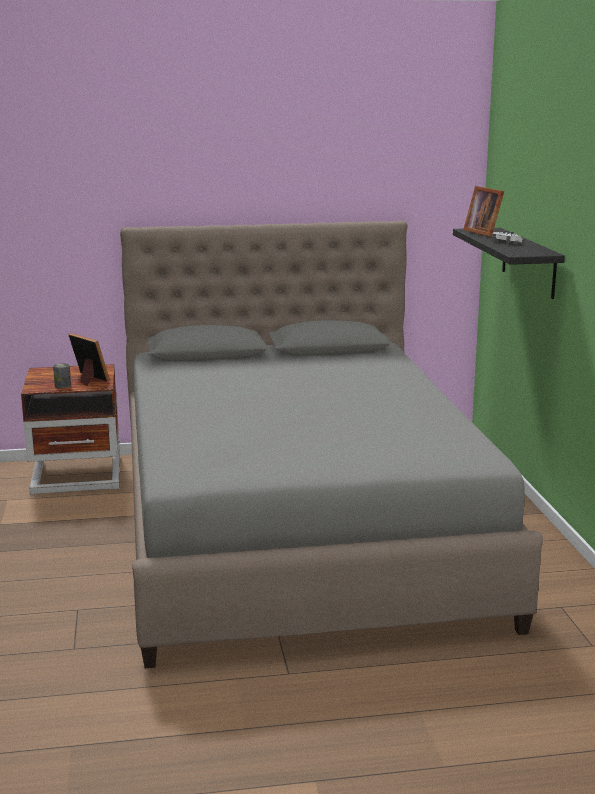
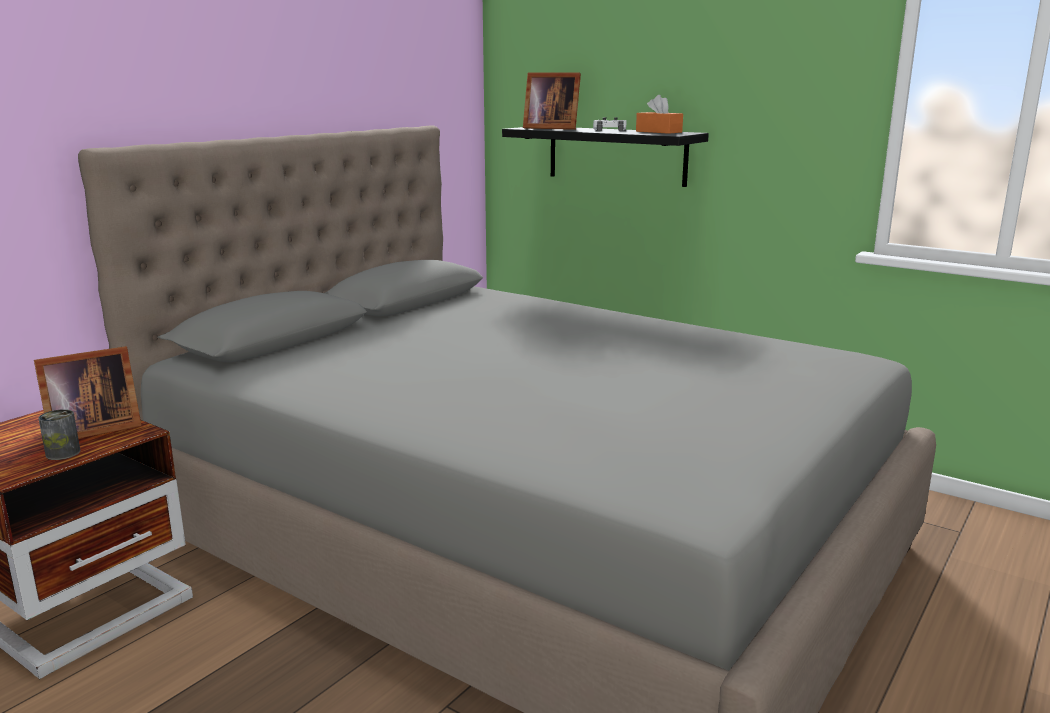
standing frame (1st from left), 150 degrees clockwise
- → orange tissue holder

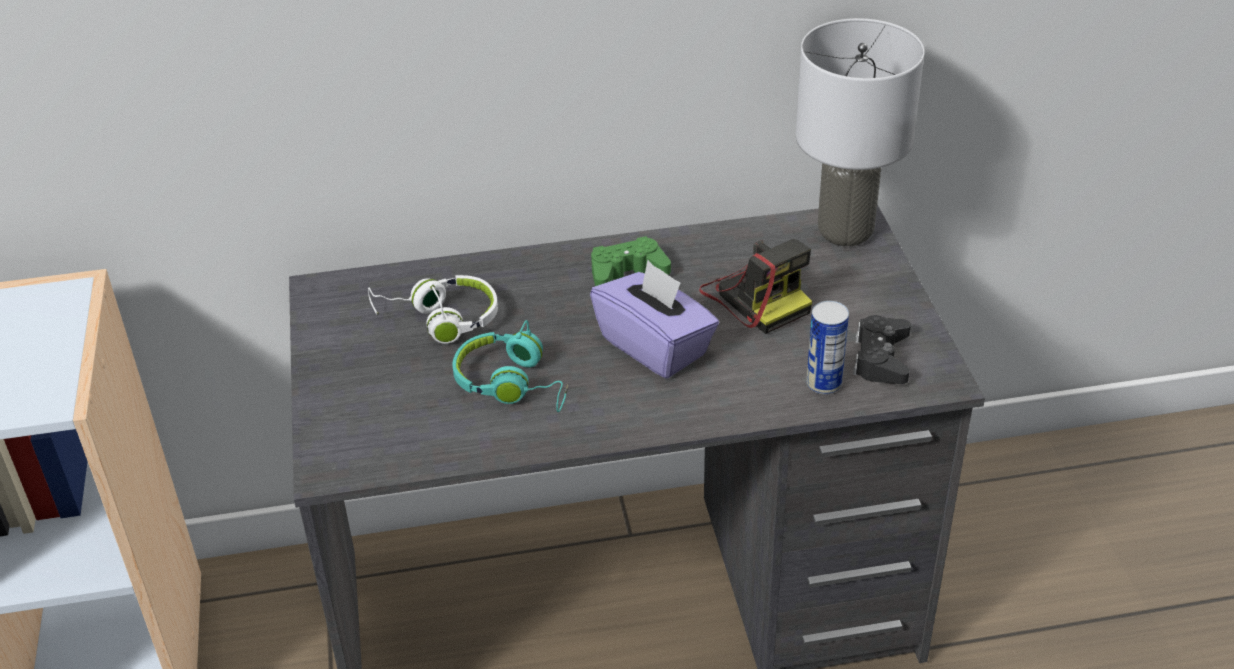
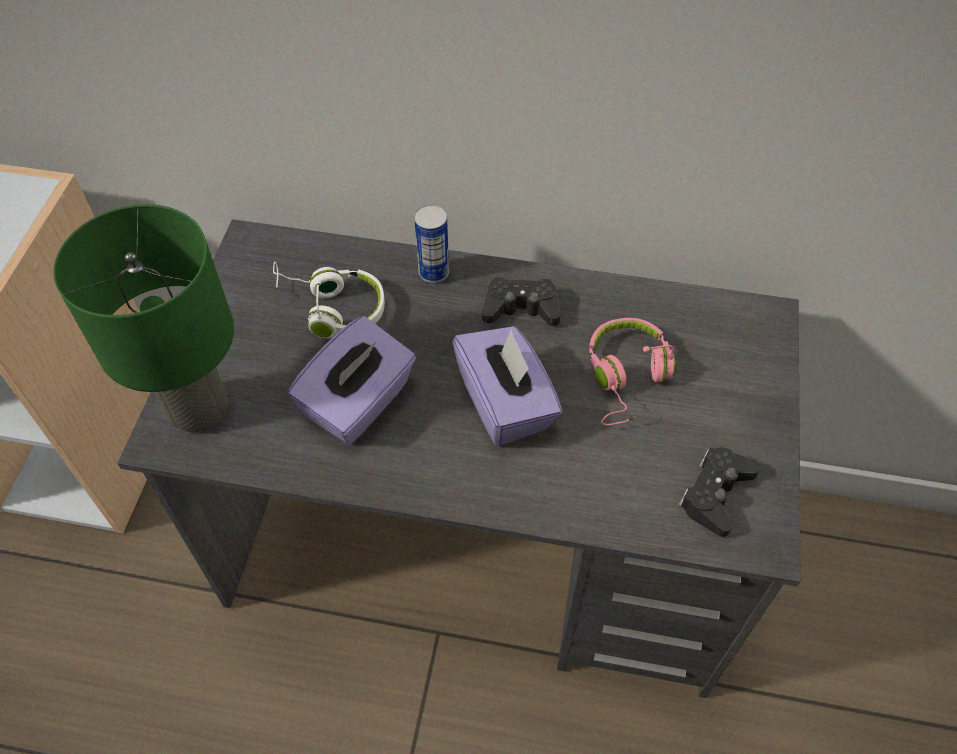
turquoise headphones → purplish tissue holder (1st from left)
green joypad → black-coloured joypad (1st from left)
photo camera → pink headphones
whitish tabletop lamp → -
sealed can, moved
- → green tabletop lamp

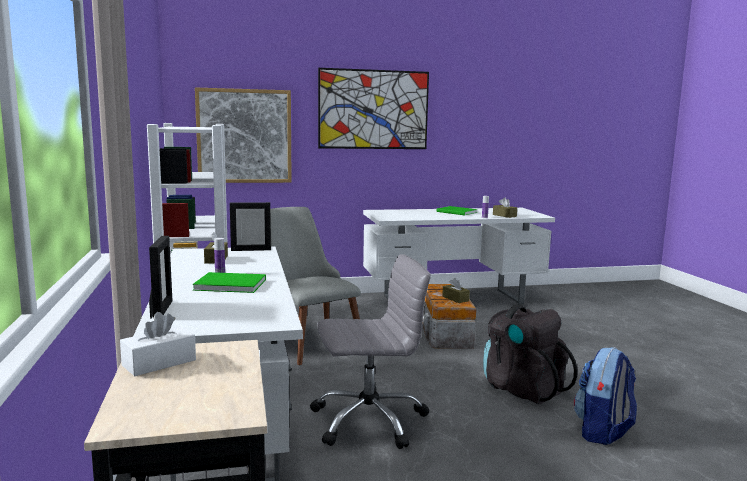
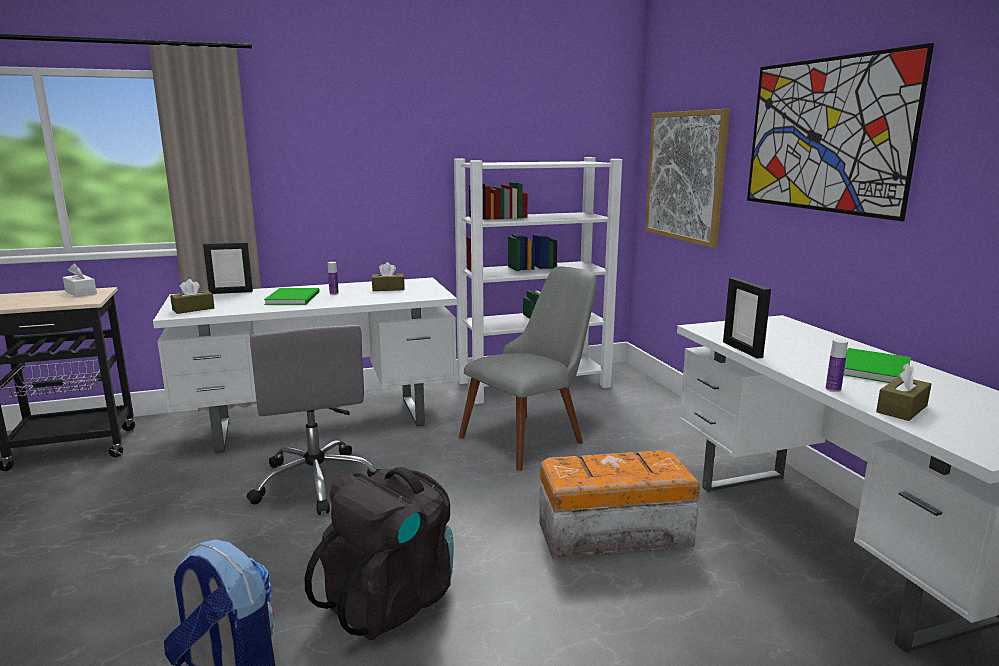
standing frame (2nd from left), moved
brown tissue holder (2nd from left in the first image) → brown tissue holder (1st from left), moved

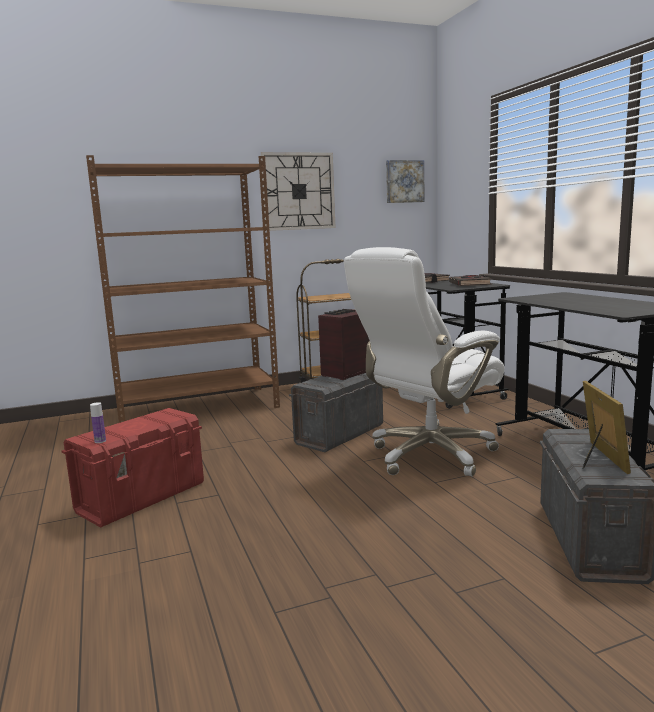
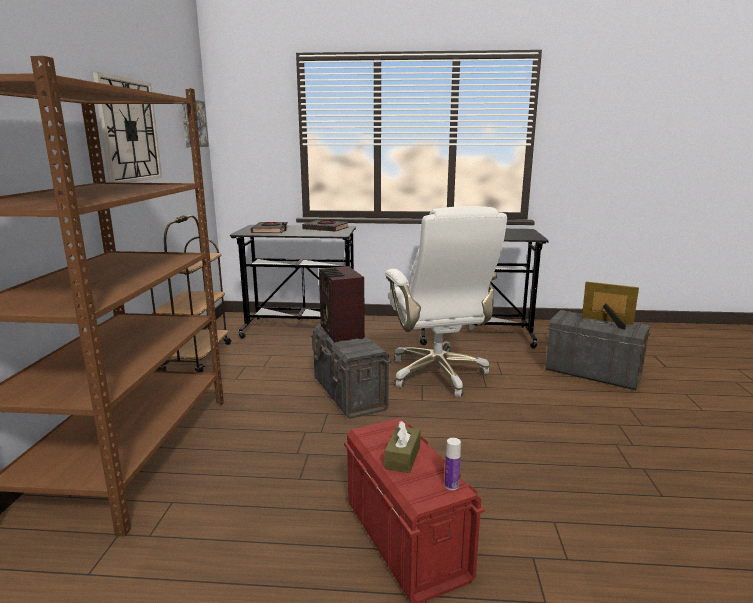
- → brown tissue holder

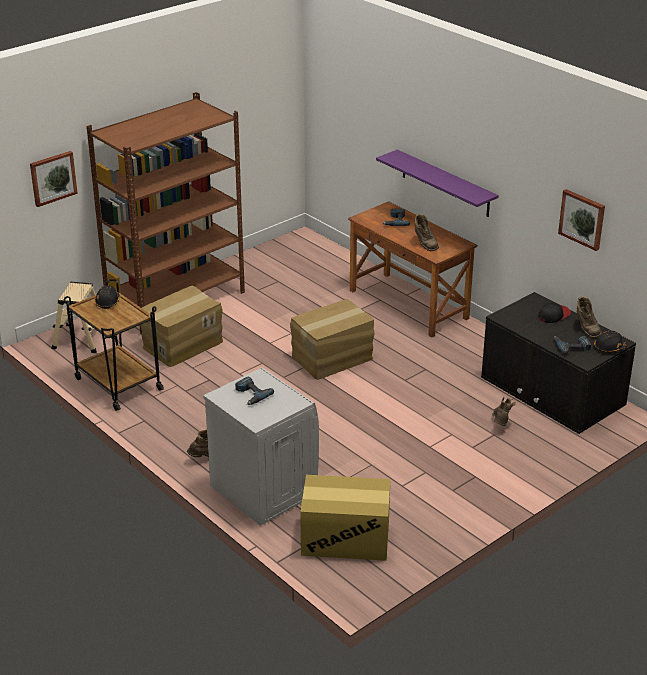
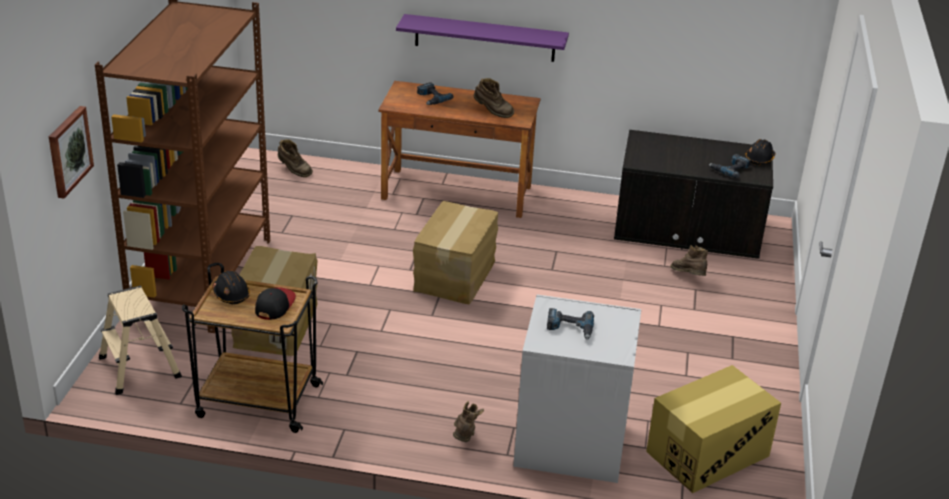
peaked cap, moved
picture (2nd from left) → -
brown high-top boot (4th from left in the first image) → brown high-top boot (1st from left), moved

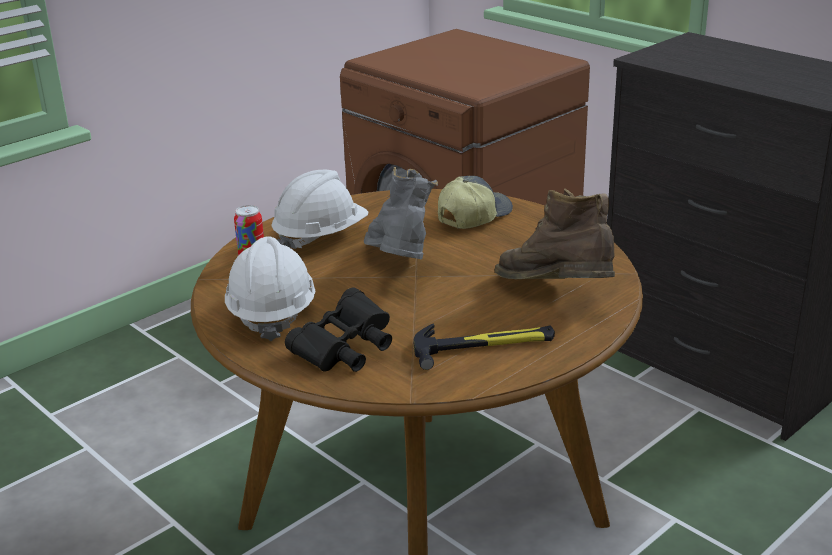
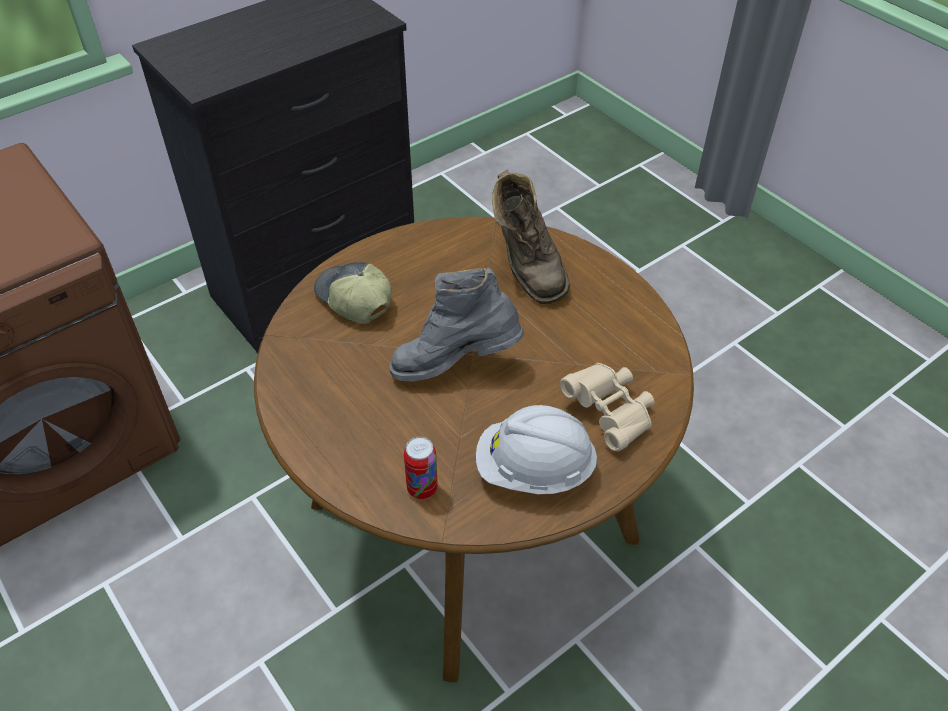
whitish hard hat (2nd from left) → -
black-coloured field glasses → sand-coloured field glasses
tool hammer → -
brown high-top boot, 75 degrees counterclockwise

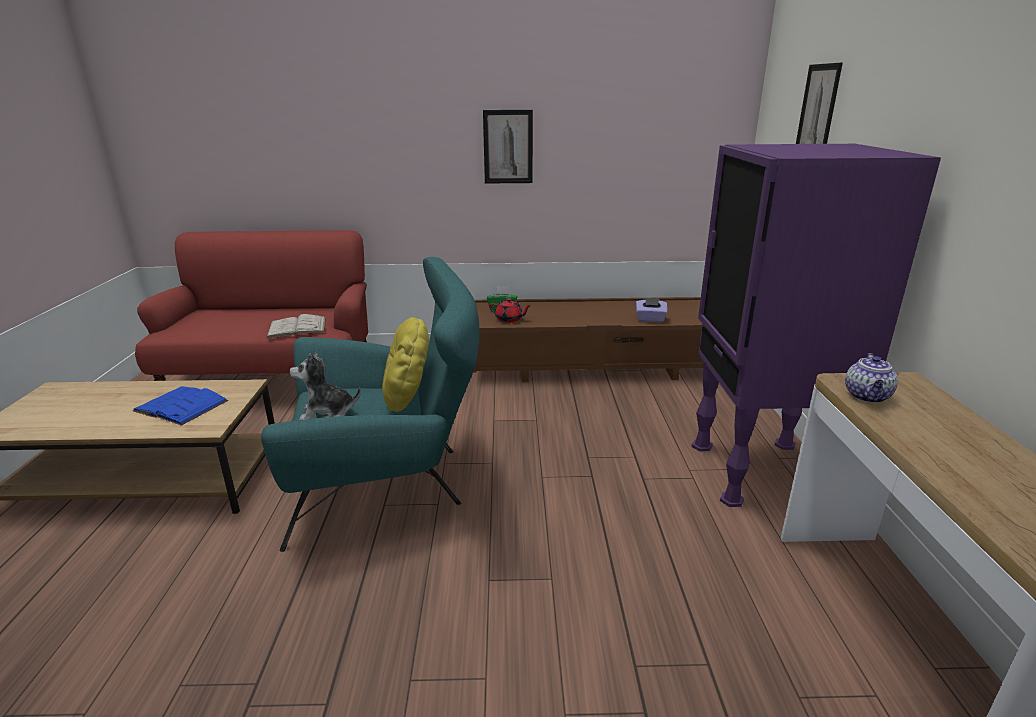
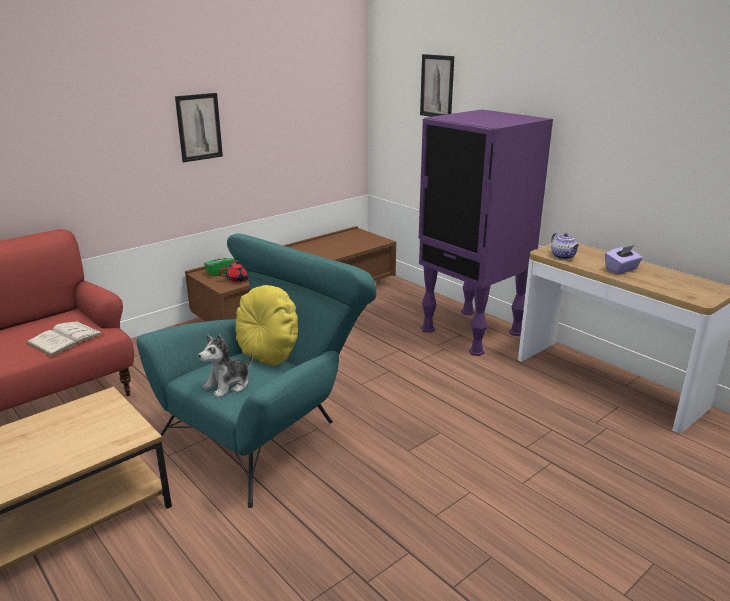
bluish volume → -
purplish tissue holder, moved

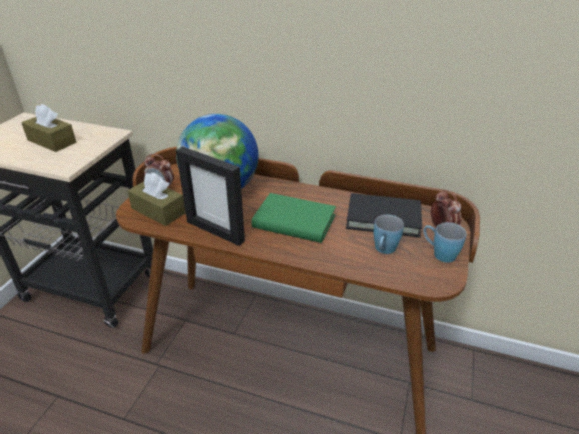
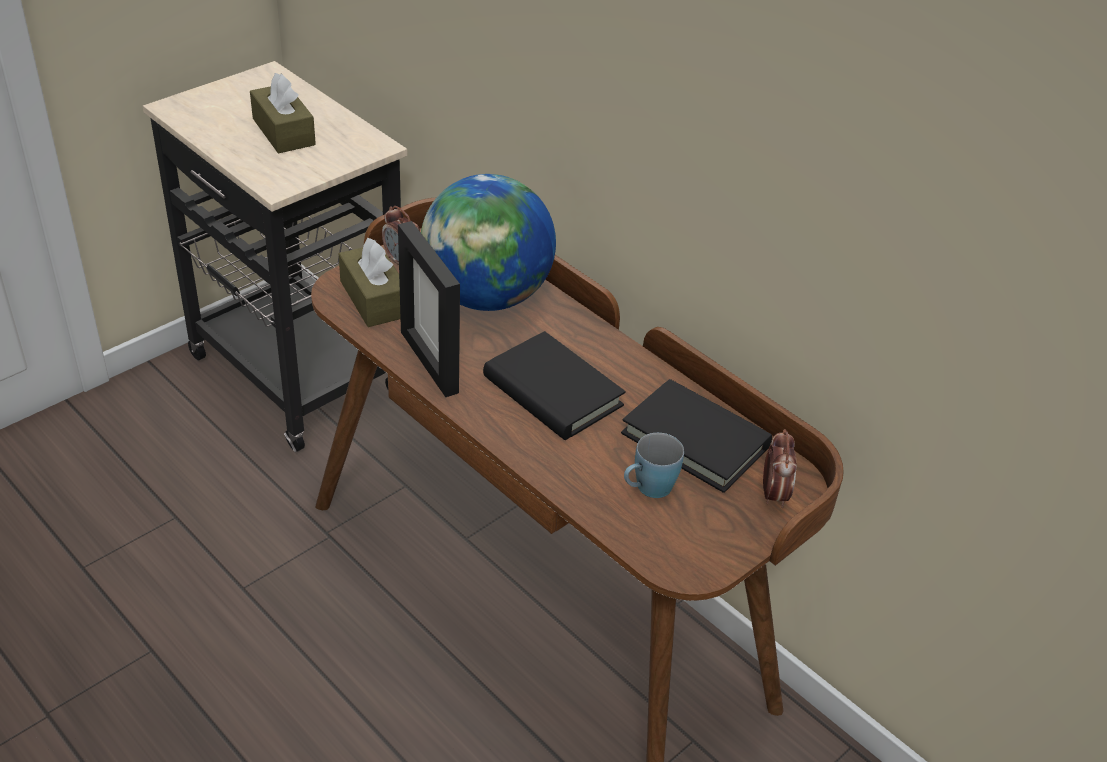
green volume → black-coloured volume (1st from left)
bluish coffee mug (2nd from left) → -

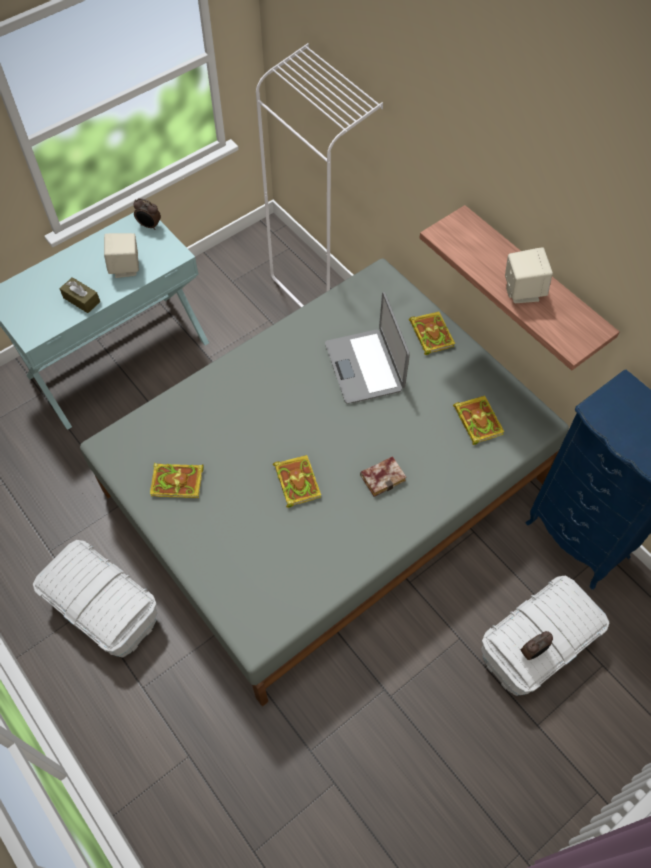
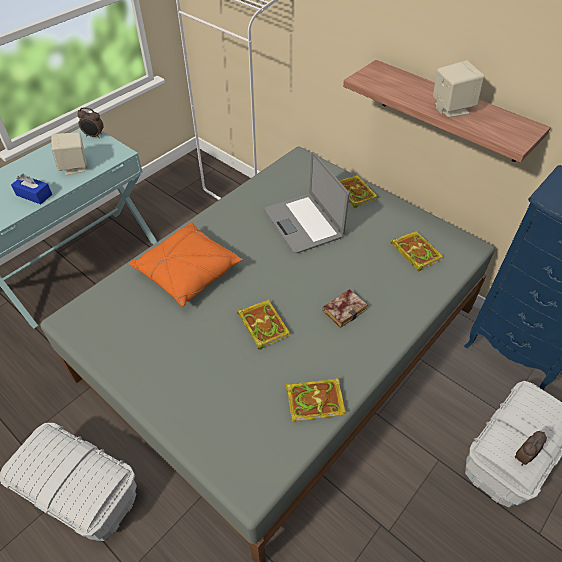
brown tissue holder → bluish tissue holder
volume (1st from left in the first image) → volume (2nd from left), moved
- → orange pillow

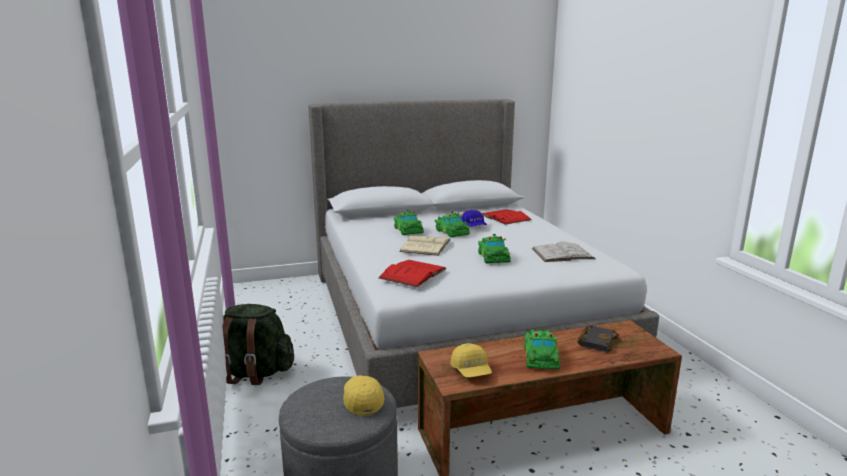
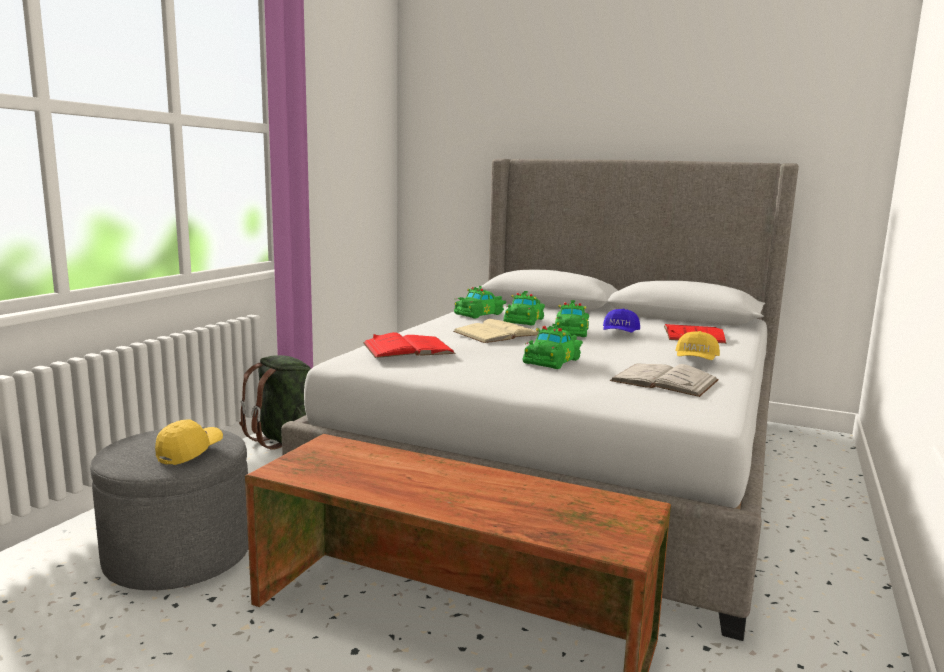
yellow peaked cap (2nd from left), moved
green model car (4th from left in the first image) → green model car (1st from left), moved
black-coloured volume → -

